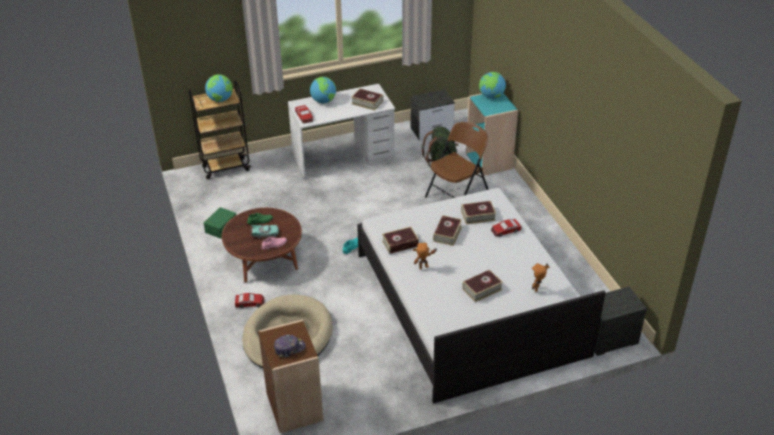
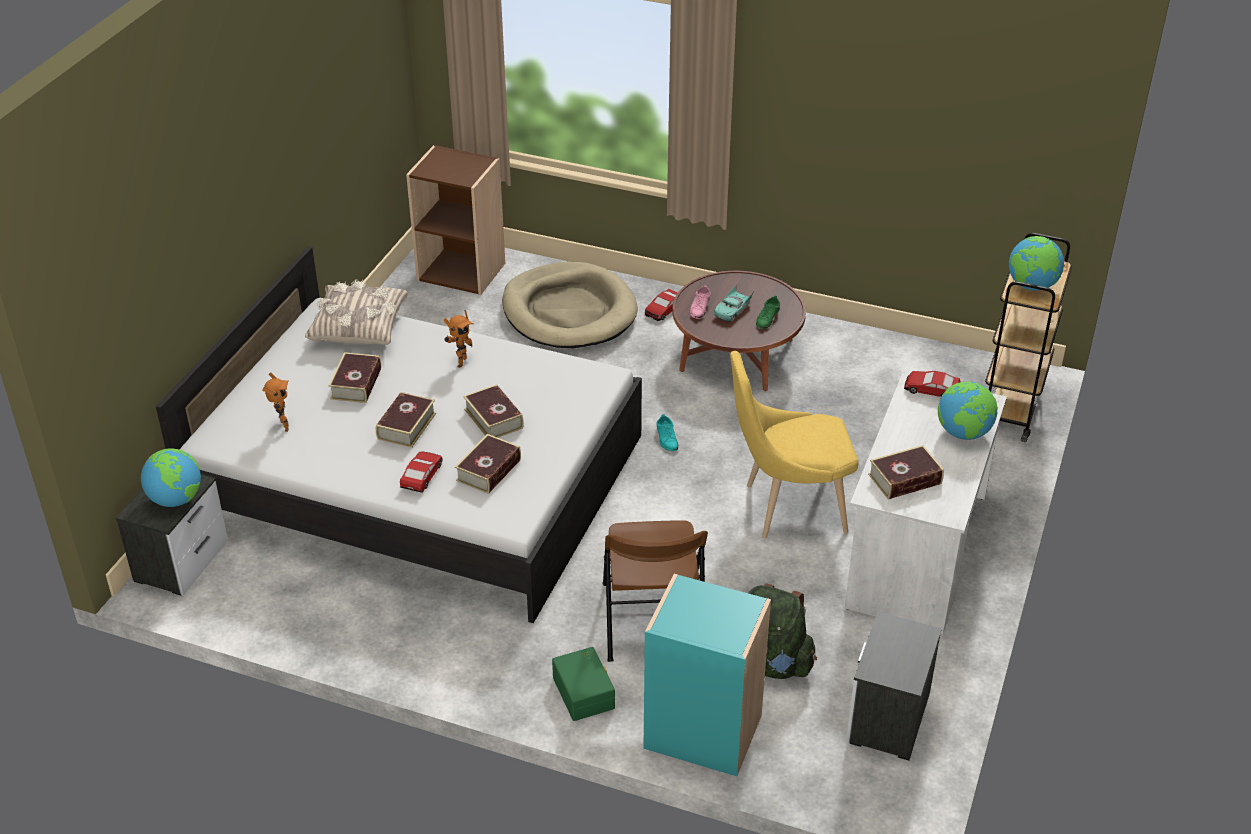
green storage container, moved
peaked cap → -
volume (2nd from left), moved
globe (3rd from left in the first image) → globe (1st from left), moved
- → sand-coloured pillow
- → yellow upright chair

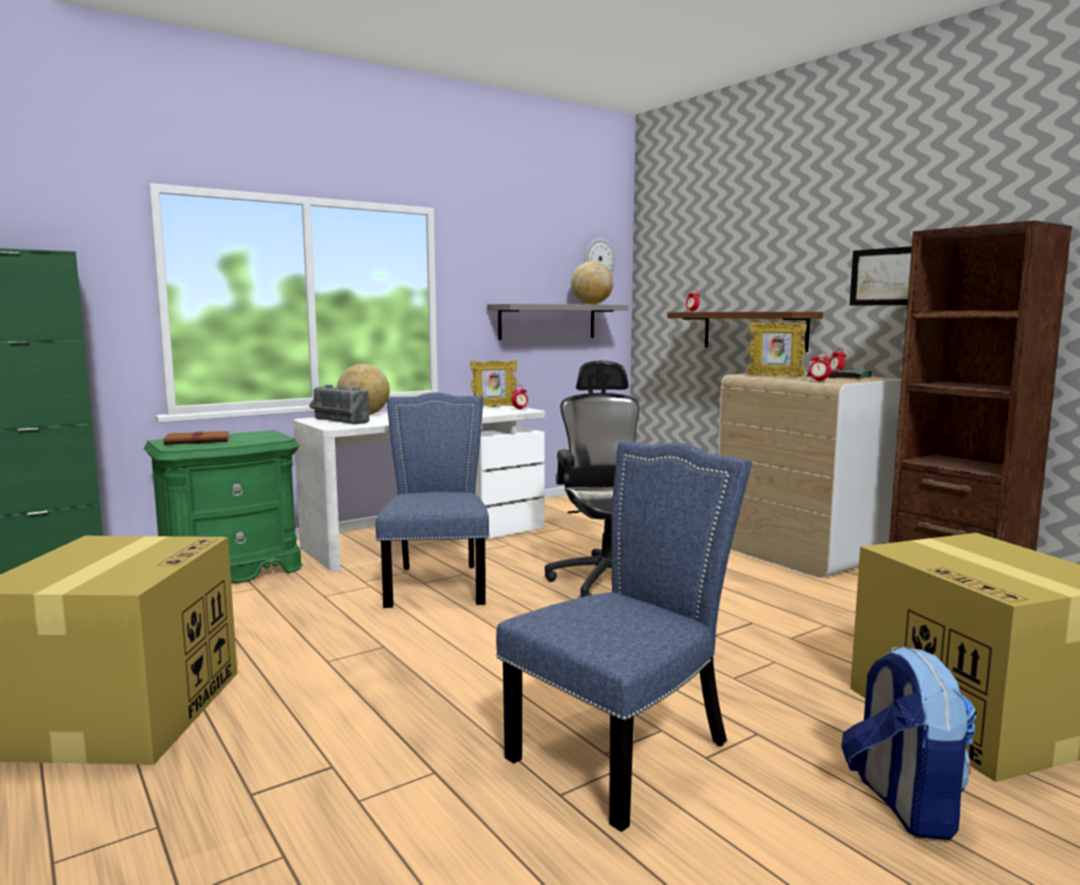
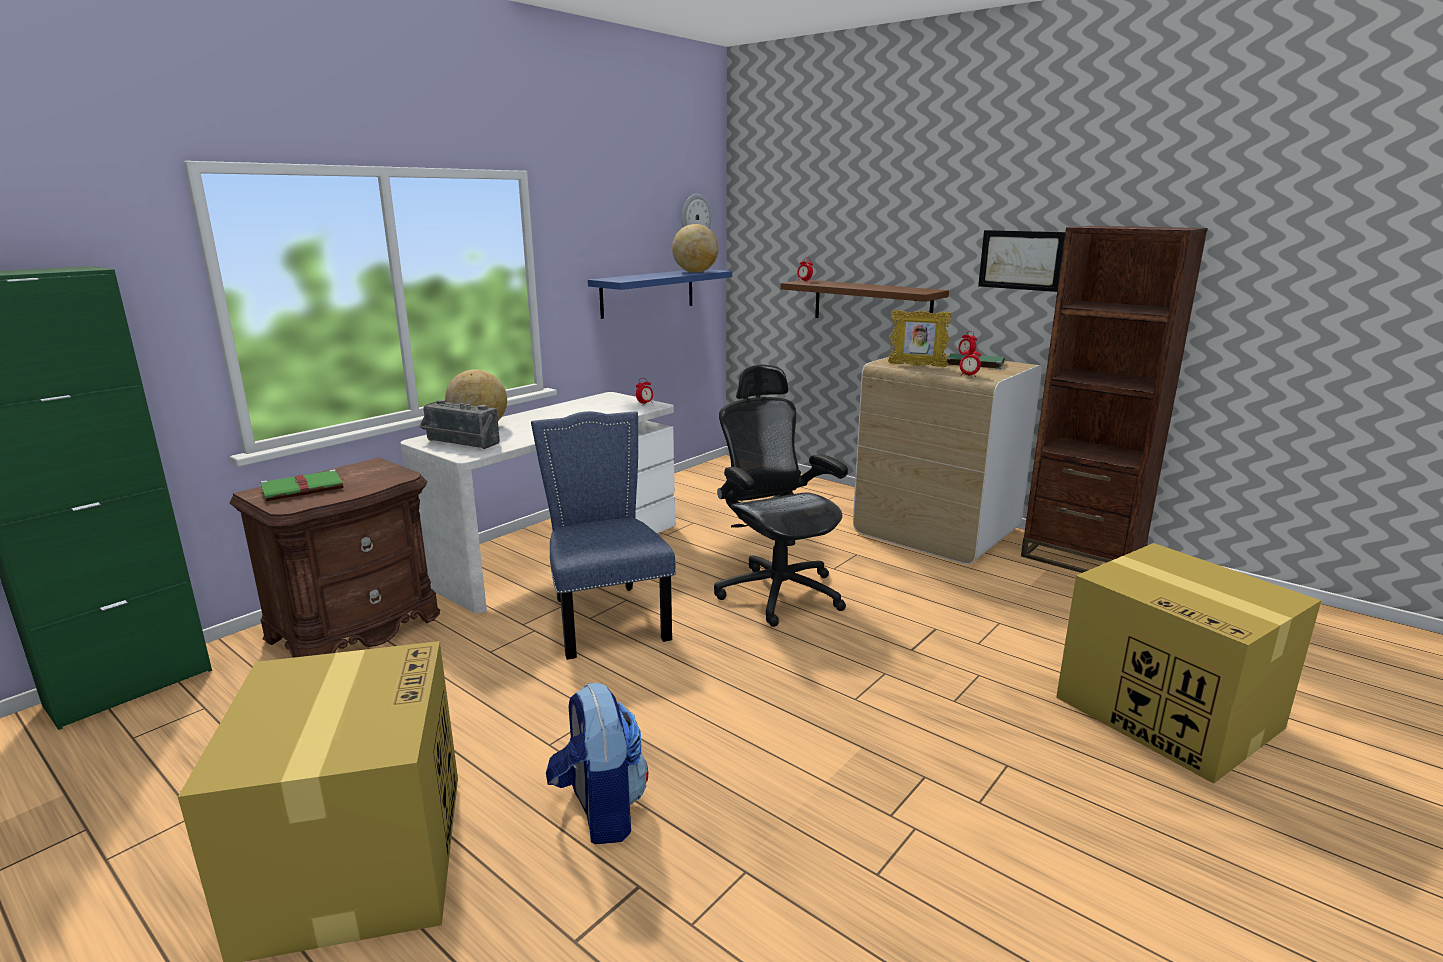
green night table → brown night table
brown volume → green volume (1st from left)
standing frame (1st from left) → -
greyish shelf → bluish shelf
bluish upright chair (2nd from left) → -
rucksack, moved

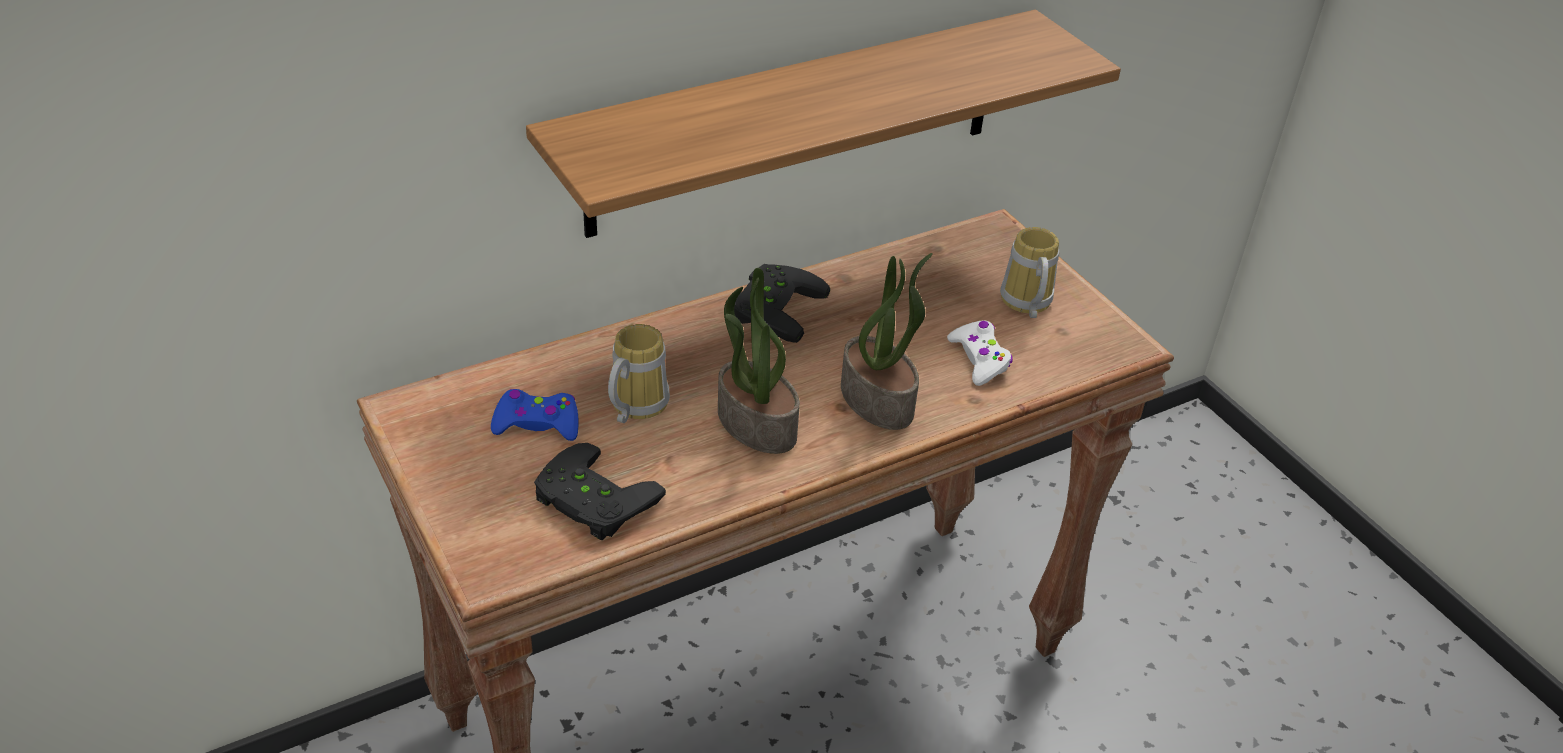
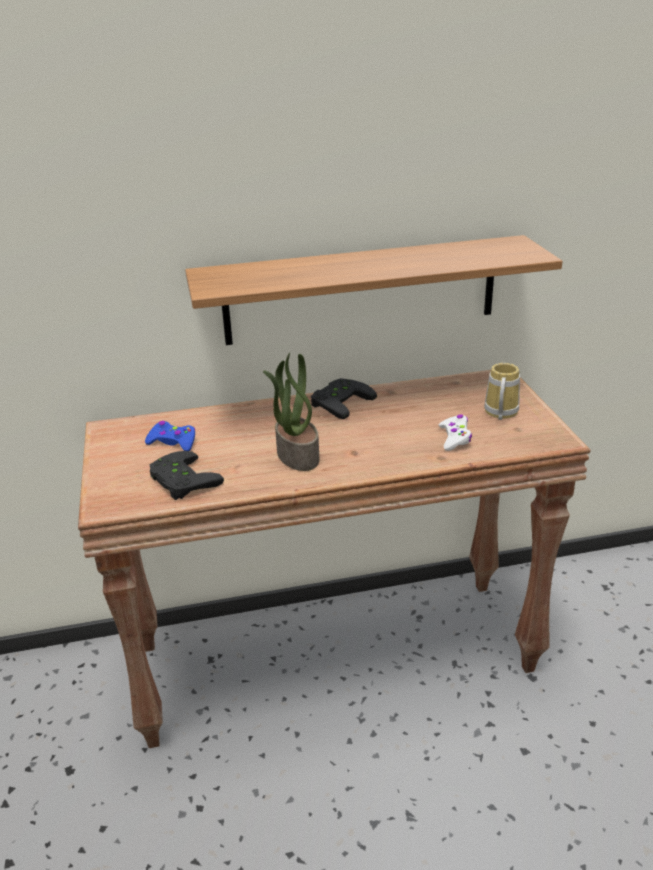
coffee mug (1st from left) → -
plant in a pot (2nd from left) → -

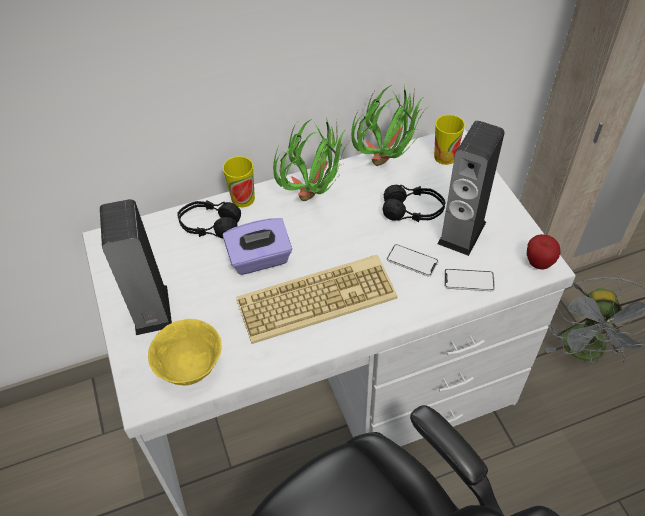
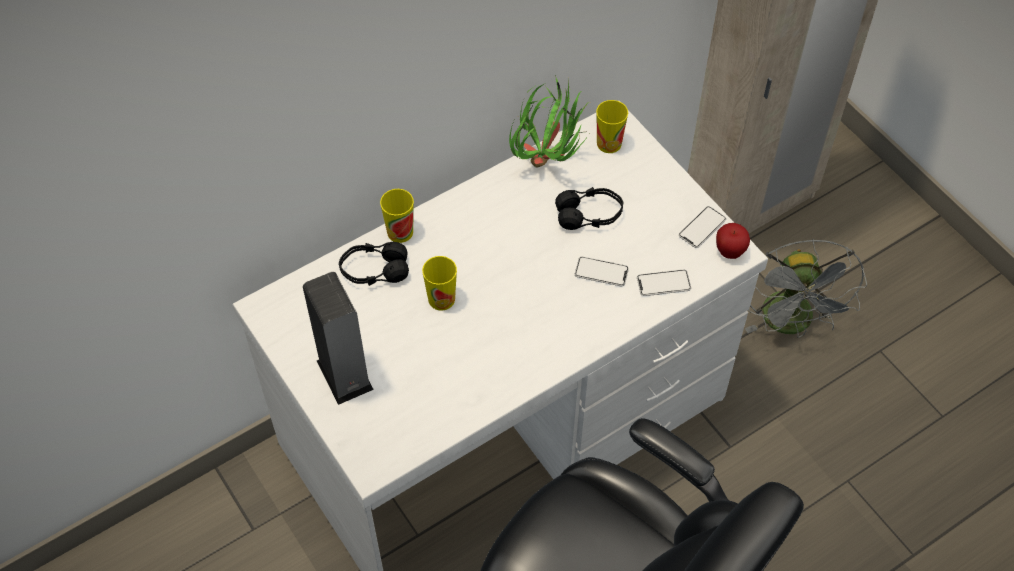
yellow bowl → -
purplish tissue holder → drinking cup (2nd from left)
computer keyboard → -
plant in a pot (1st from left) → -
audio speaker (2nd from left) → -
- → phone (3rd from left)

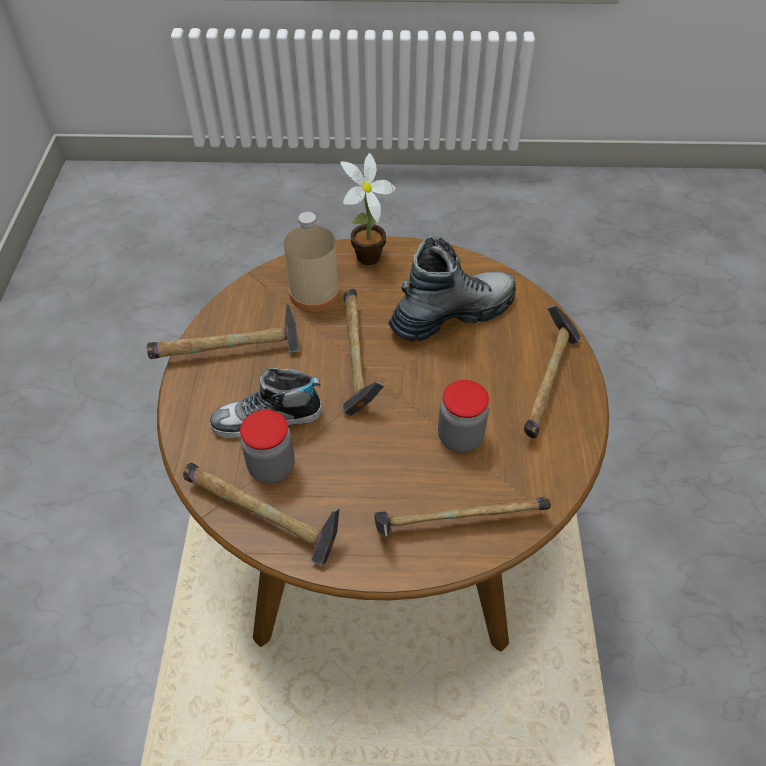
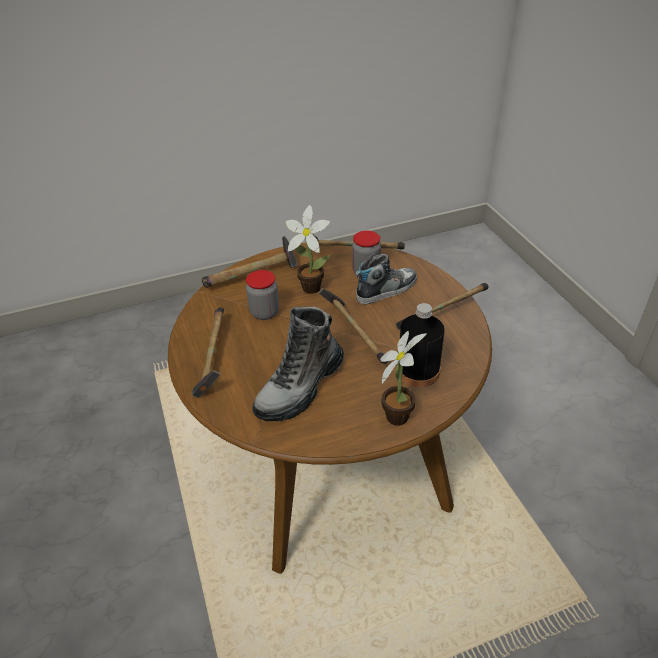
sand-coloured drink bottle → black-coloured drink bottle
- → plant in a pot (1st from left)

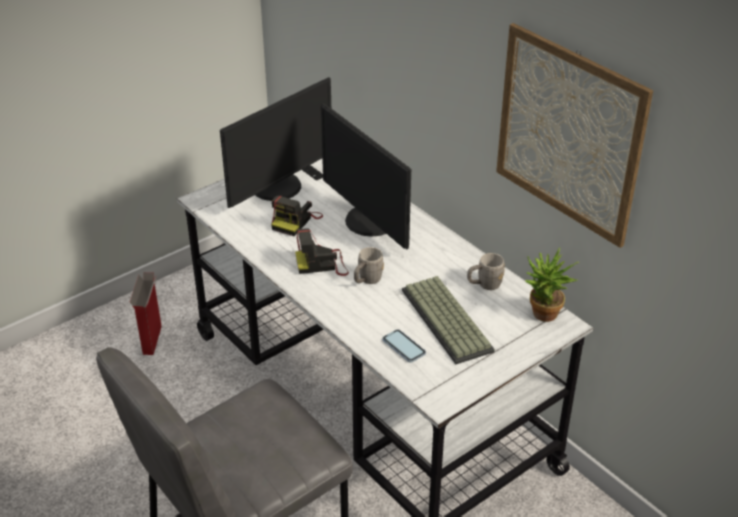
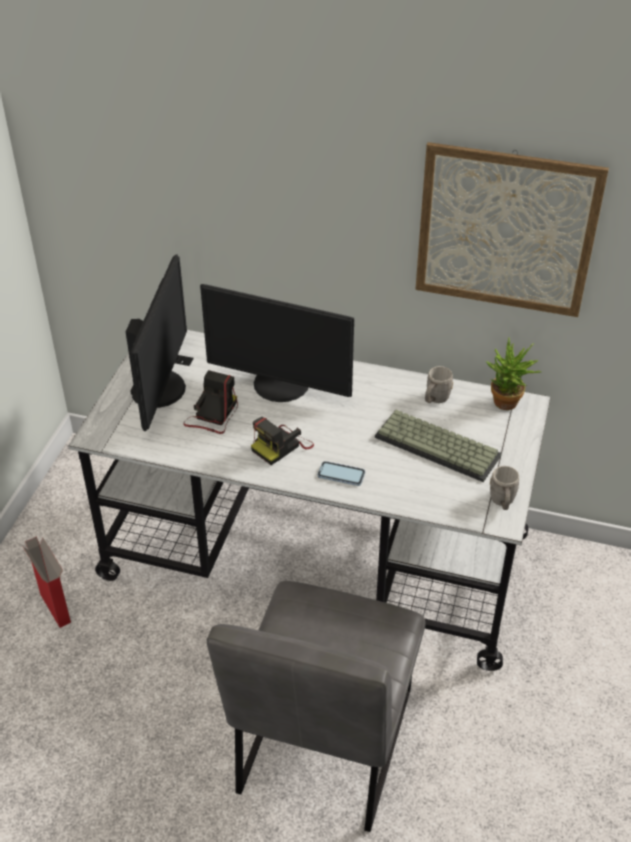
photo camera (1st from left), 150 degrees counterclockwise
greyish coffee mug (1st from left in the first image) → greyish coffee mug (2nd from left), moved
phone, moved

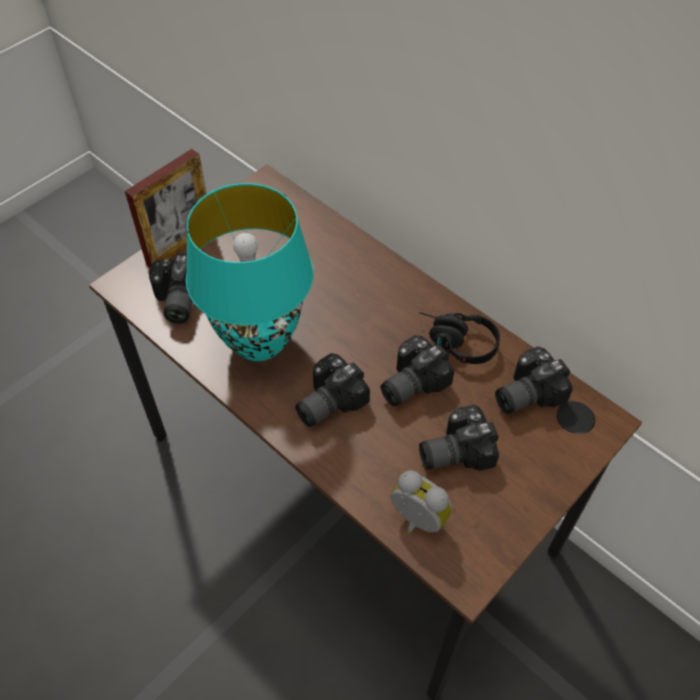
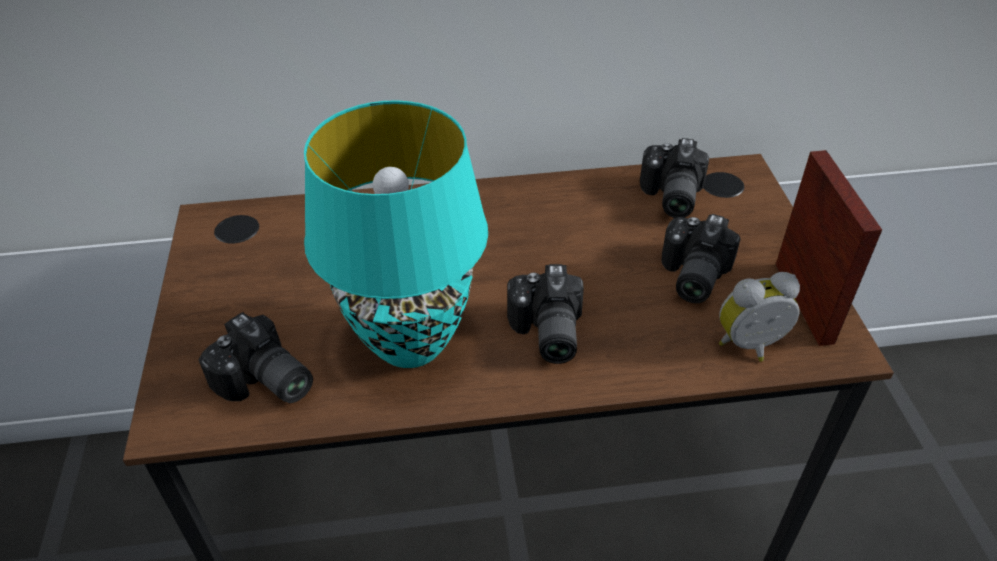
standing frame, moved
photo camera (3rd from left) → -
black-coloured headphones → -

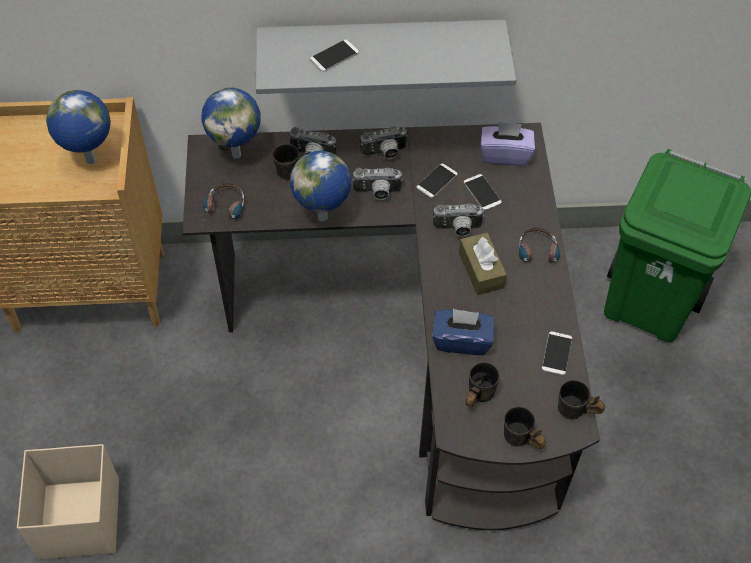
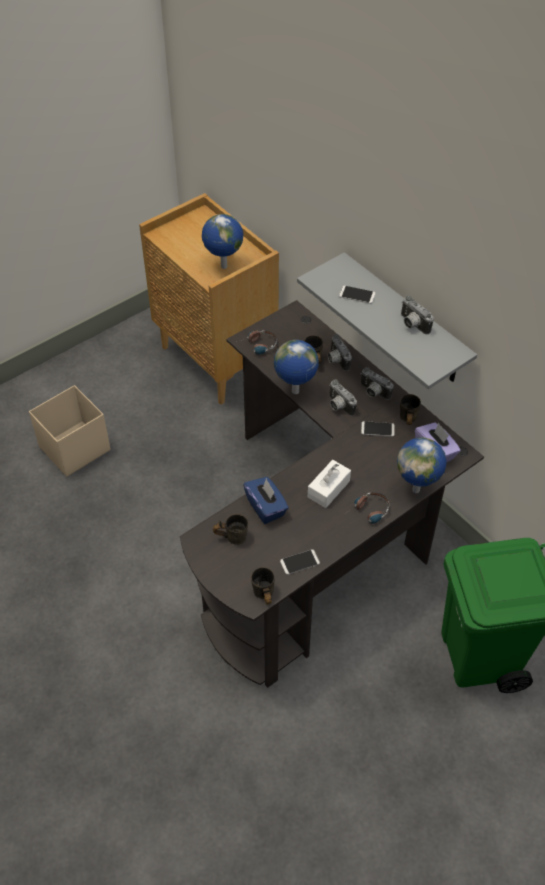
globe (2nd from left in the first image) → globe (3rd from left), moved
photo camera (4th from left), moved
brown tissue holder → whitish tissue holder
phone (3rd from left) → -
greyish coffee mug (3rd from left in the first image) → greyish coffee mug (4th from left), moved

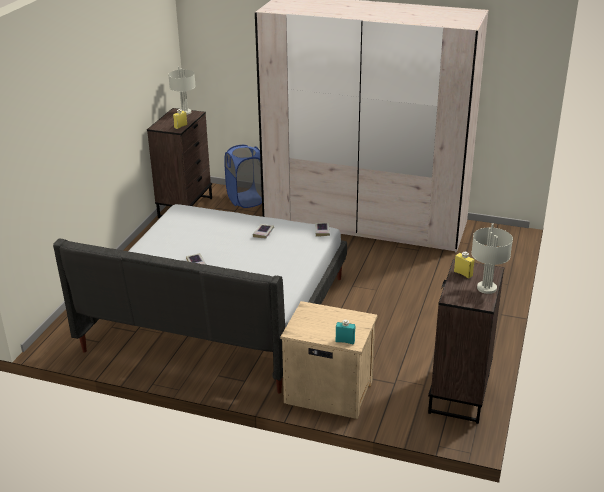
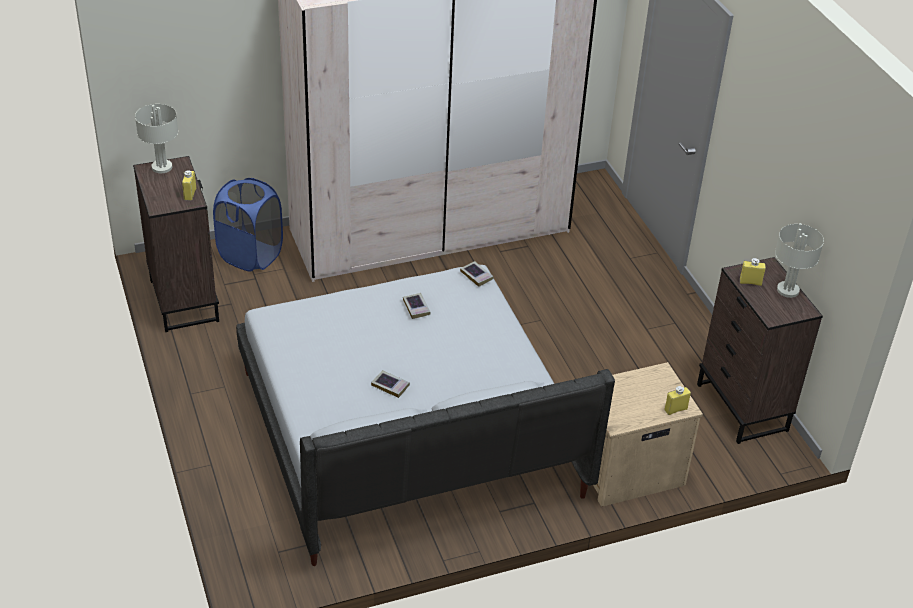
turquoise drink bottle → yellow drink bottle (2nd from left)

